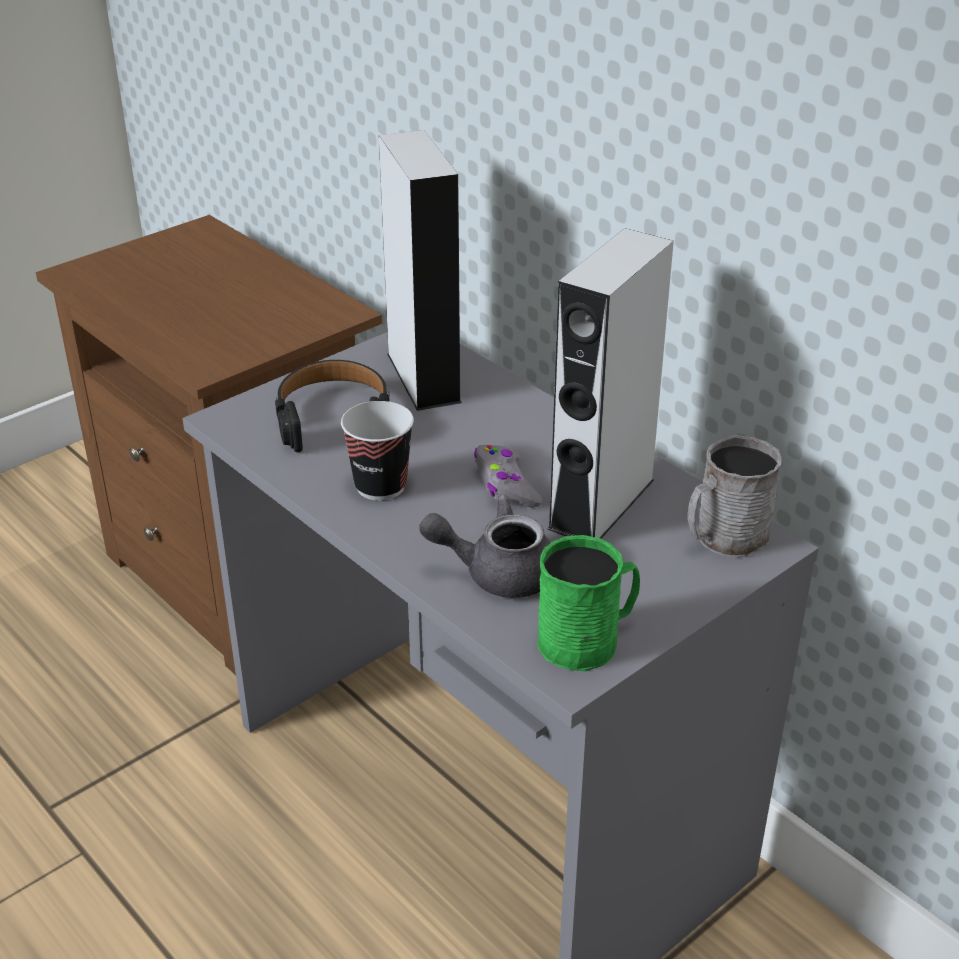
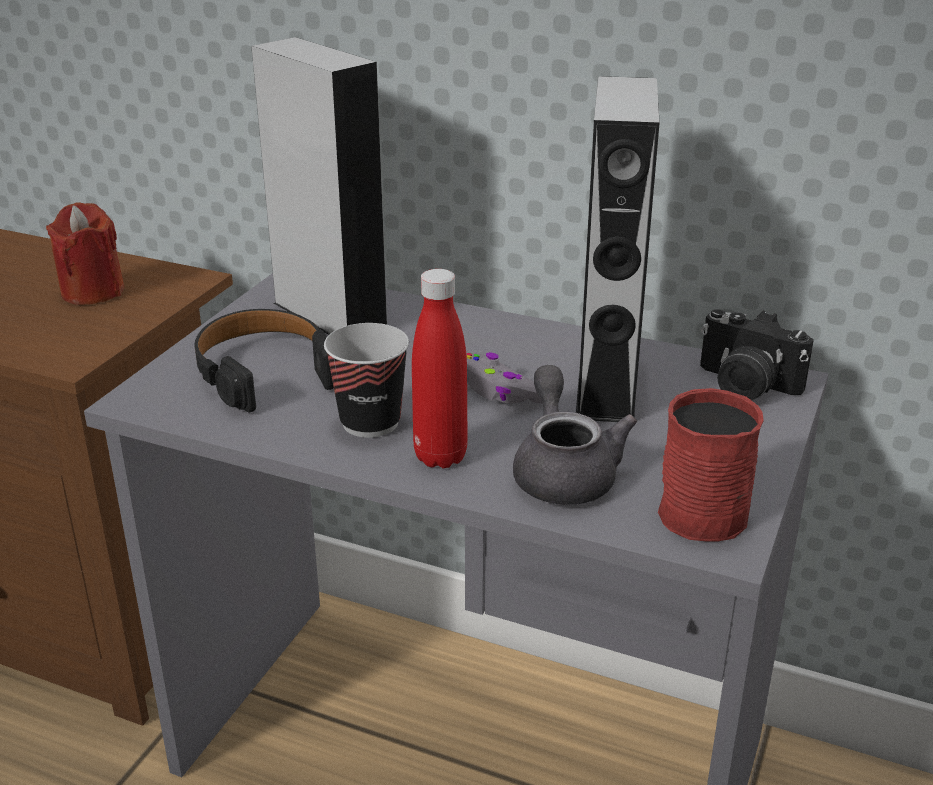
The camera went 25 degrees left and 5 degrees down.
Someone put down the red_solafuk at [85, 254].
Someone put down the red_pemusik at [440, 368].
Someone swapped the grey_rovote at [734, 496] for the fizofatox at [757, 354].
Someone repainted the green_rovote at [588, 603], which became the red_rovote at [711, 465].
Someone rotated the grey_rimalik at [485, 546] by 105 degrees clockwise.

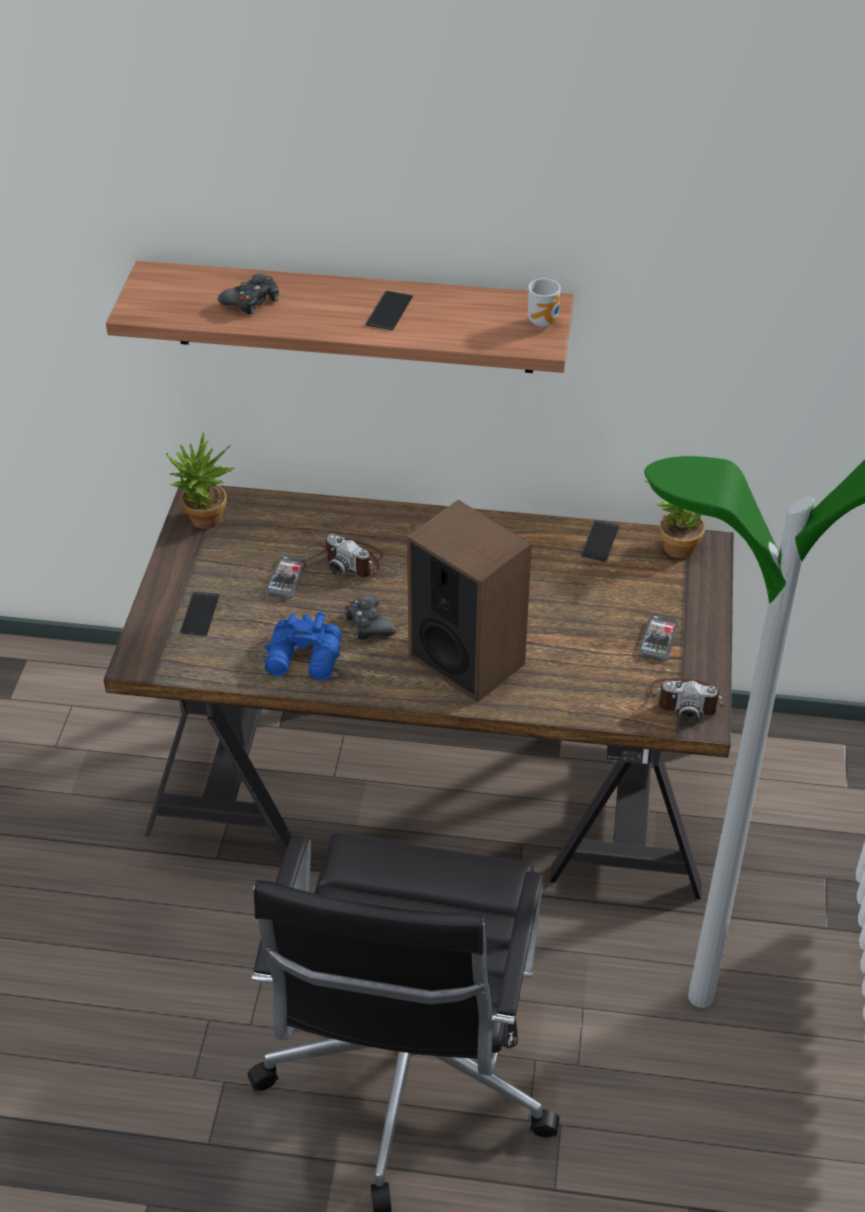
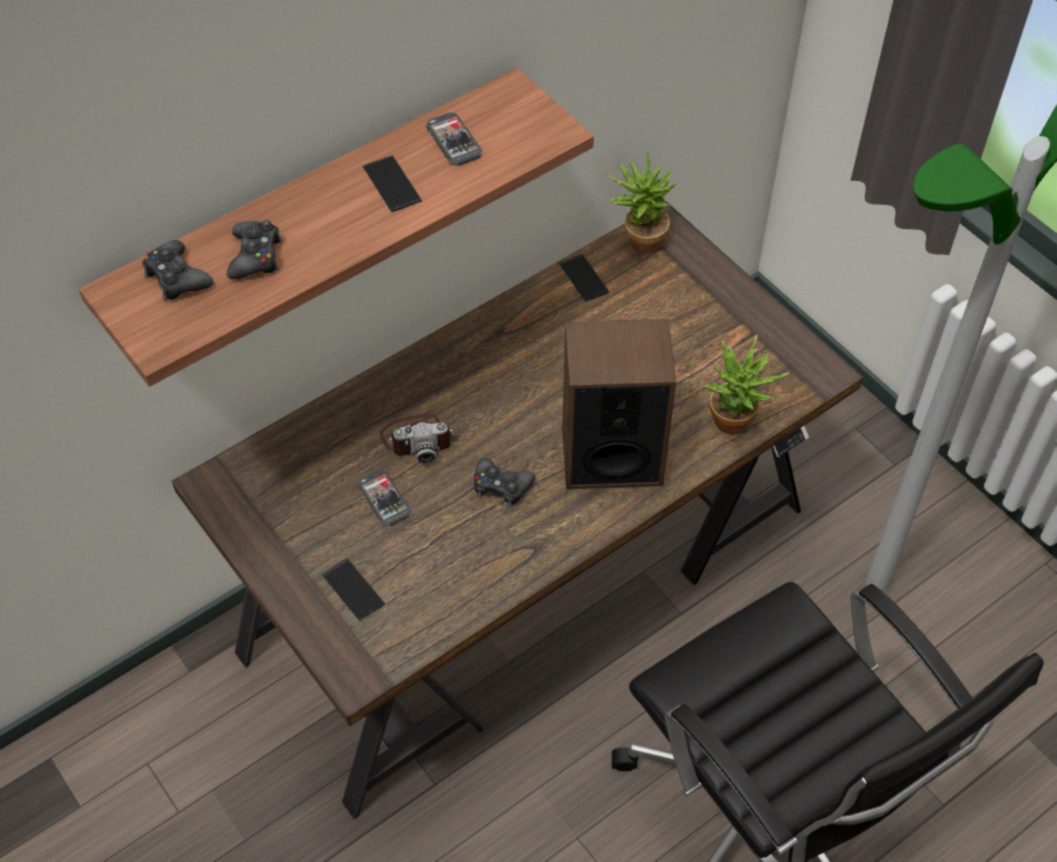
The camera went 45 degrees left and 10 degrees up.
Someone took away the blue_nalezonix at [302, 646].
Someone took away the rovote at [544, 302].
Someone took away the fizofatox at [686, 700].
Someone put down the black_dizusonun at [178, 270].
Someone carried the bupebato from [200, 480] to [746, 385].
Someone carried the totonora from [658, 638] to [454, 139].

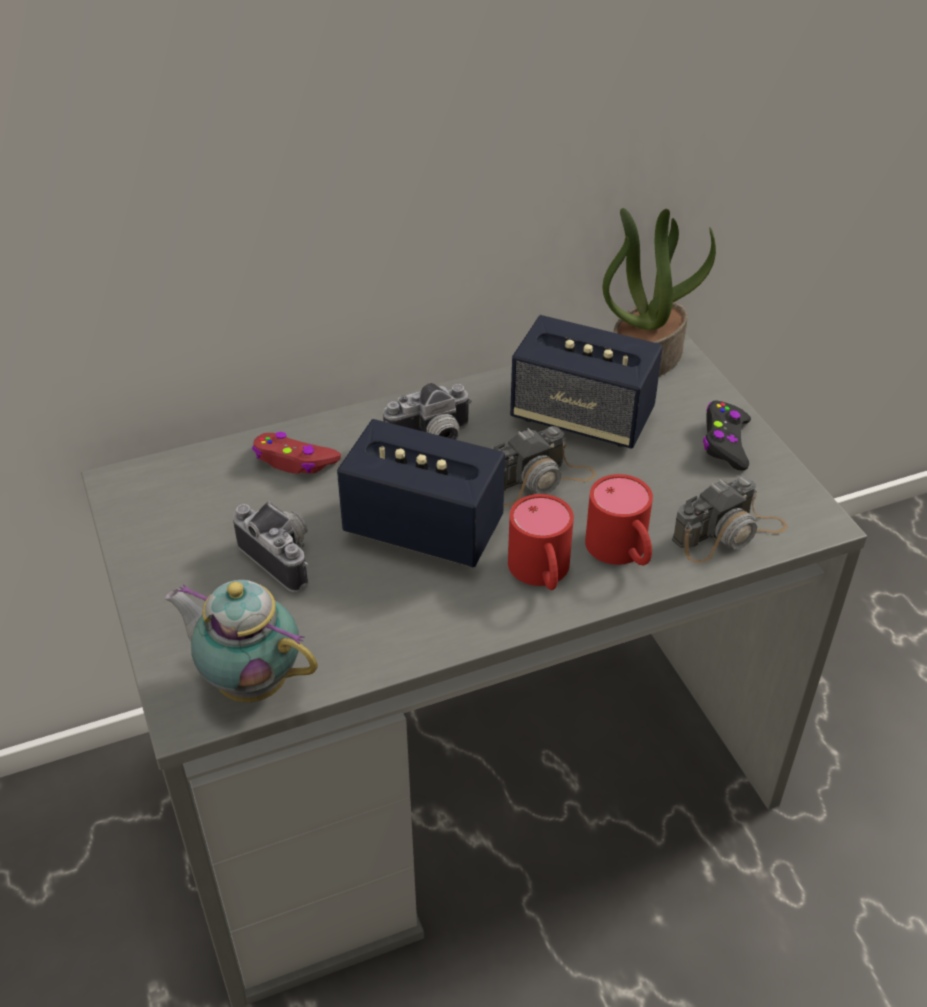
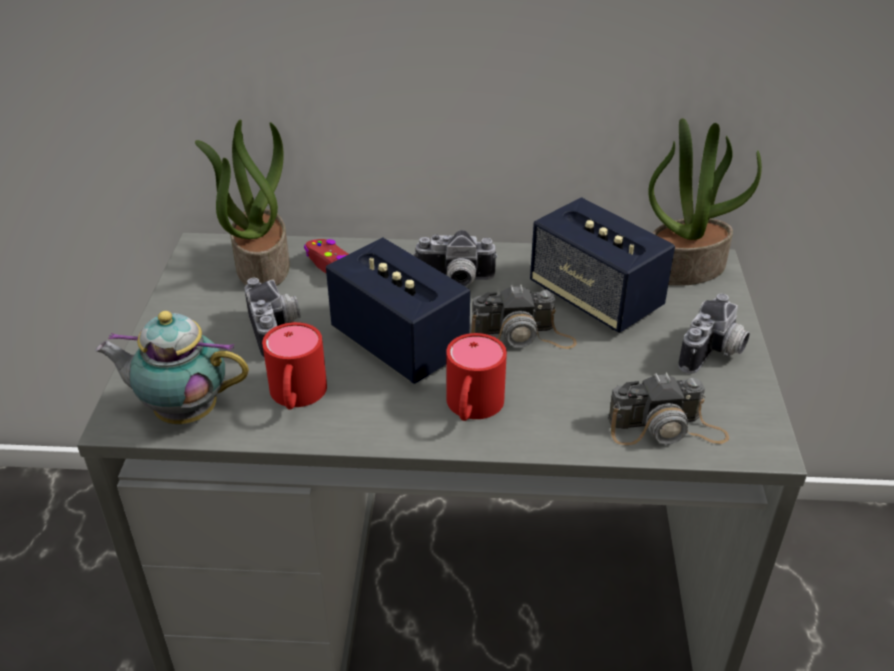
The camera went 25 degrees right and 5 degrees down.
Someone put down the bupebato at [242, 202].
Someone carried the red_rovote from [619, 519] to [294, 366].
Someone swapped the black_dizusonun at [727, 435] for the fizofatox at [714, 334].
Someone rotated the rimalik at [241, 641] by 45 degrees counterclockwise.

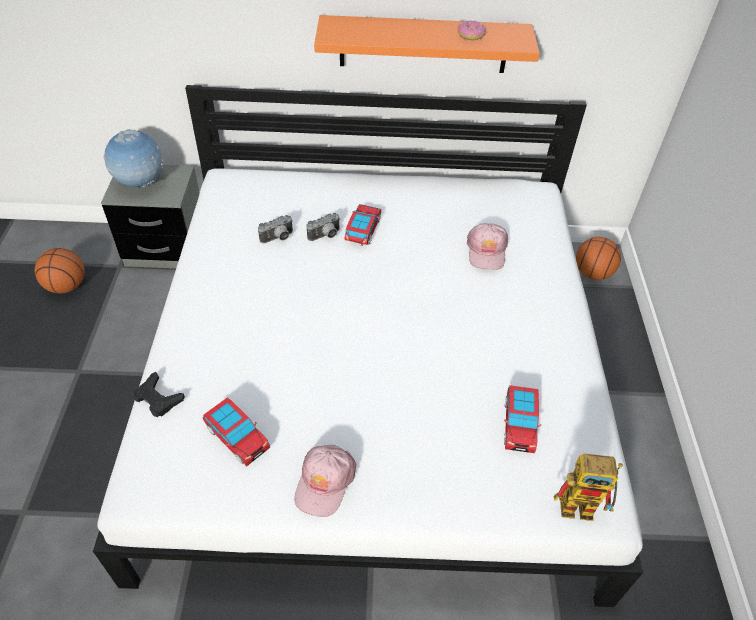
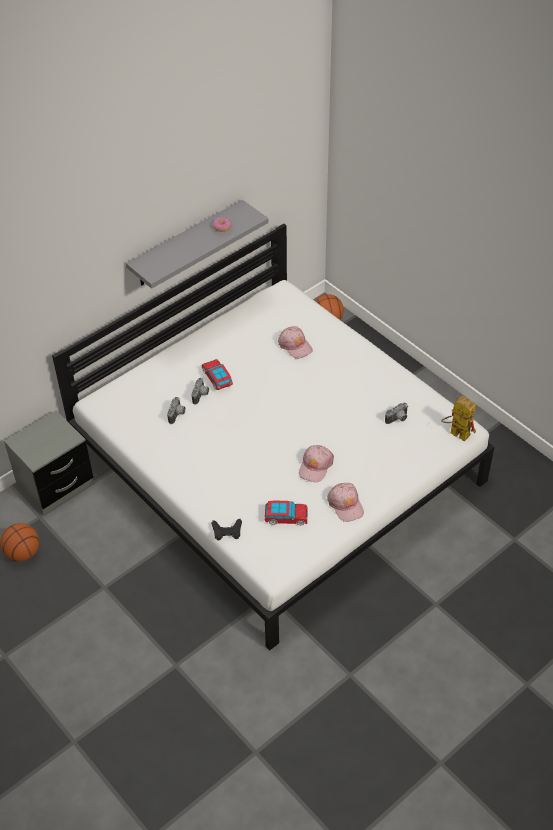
The camera went 40 degrees left and 0 degrees up.
Someone took away the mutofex at [133, 158].
Someone put down the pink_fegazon at [316, 463].
Someone swapped the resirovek at [522, 419] for the fizofatox at [396, 413].
Someone repainted the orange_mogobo at [427, 44], which became the grey_mogobo at [197, 244].
Someone rotated the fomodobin at [588, 487] by 105 degrees counterclockwise.

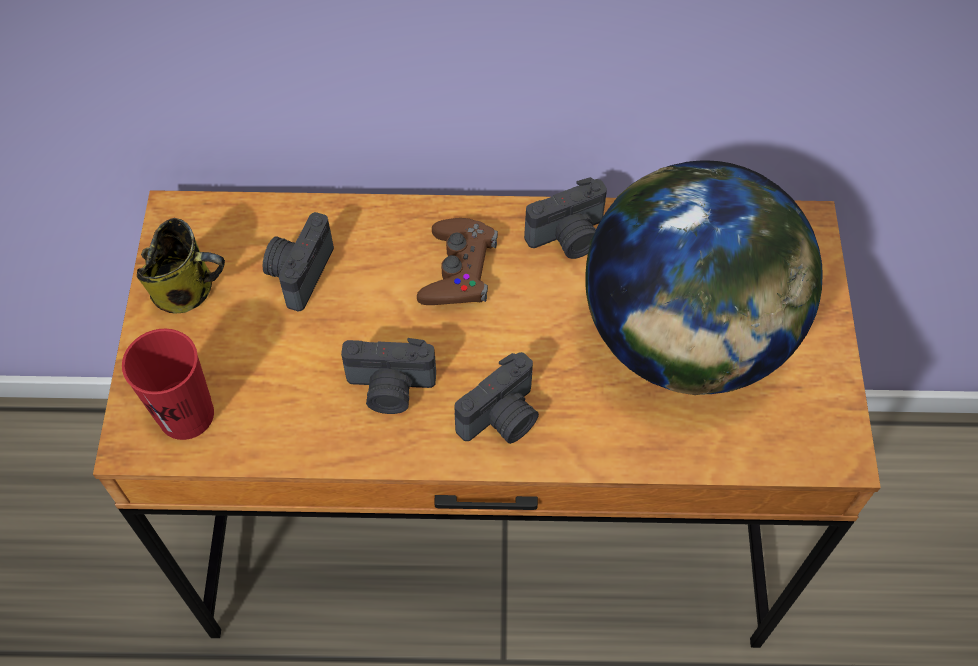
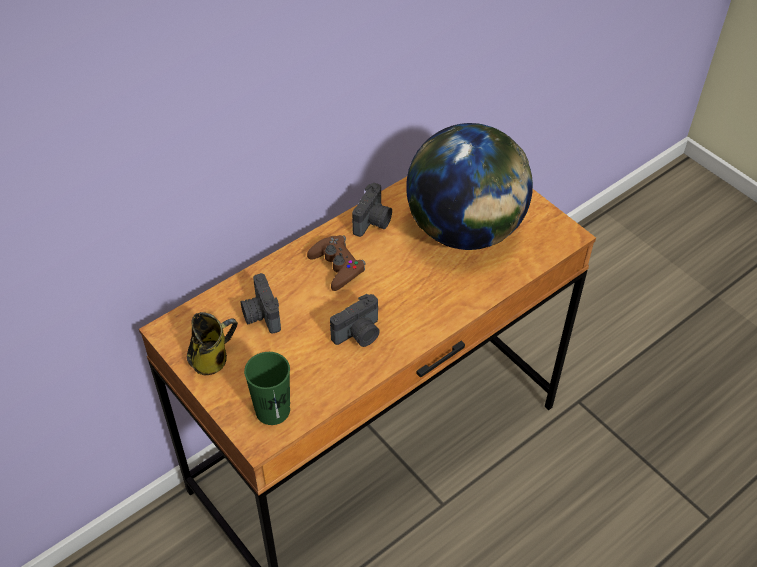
The camera went 40 degrees left and 10 degrees down.
Someone took away the fizofatox at [496, 398].
Someone repainted the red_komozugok at [168, 384], which became the green_komozugok at [267, 388].

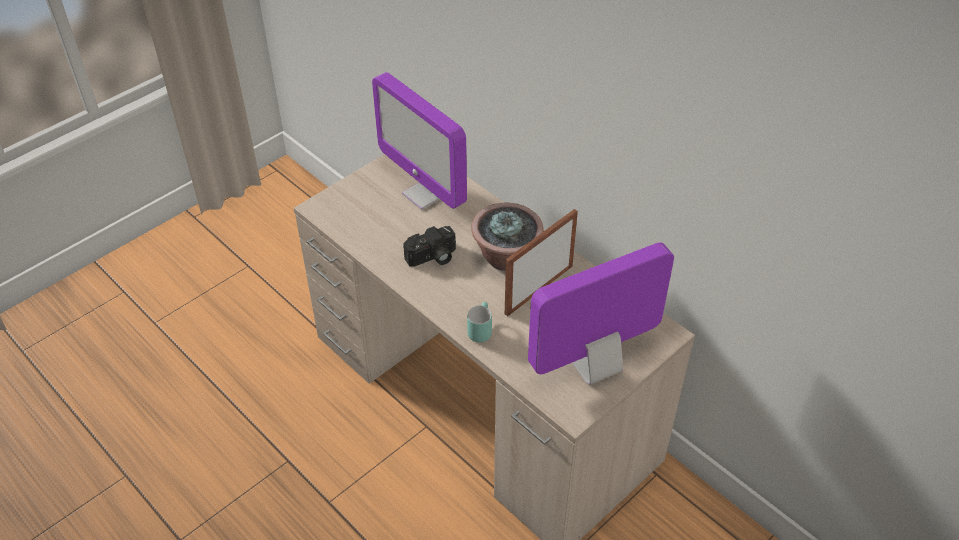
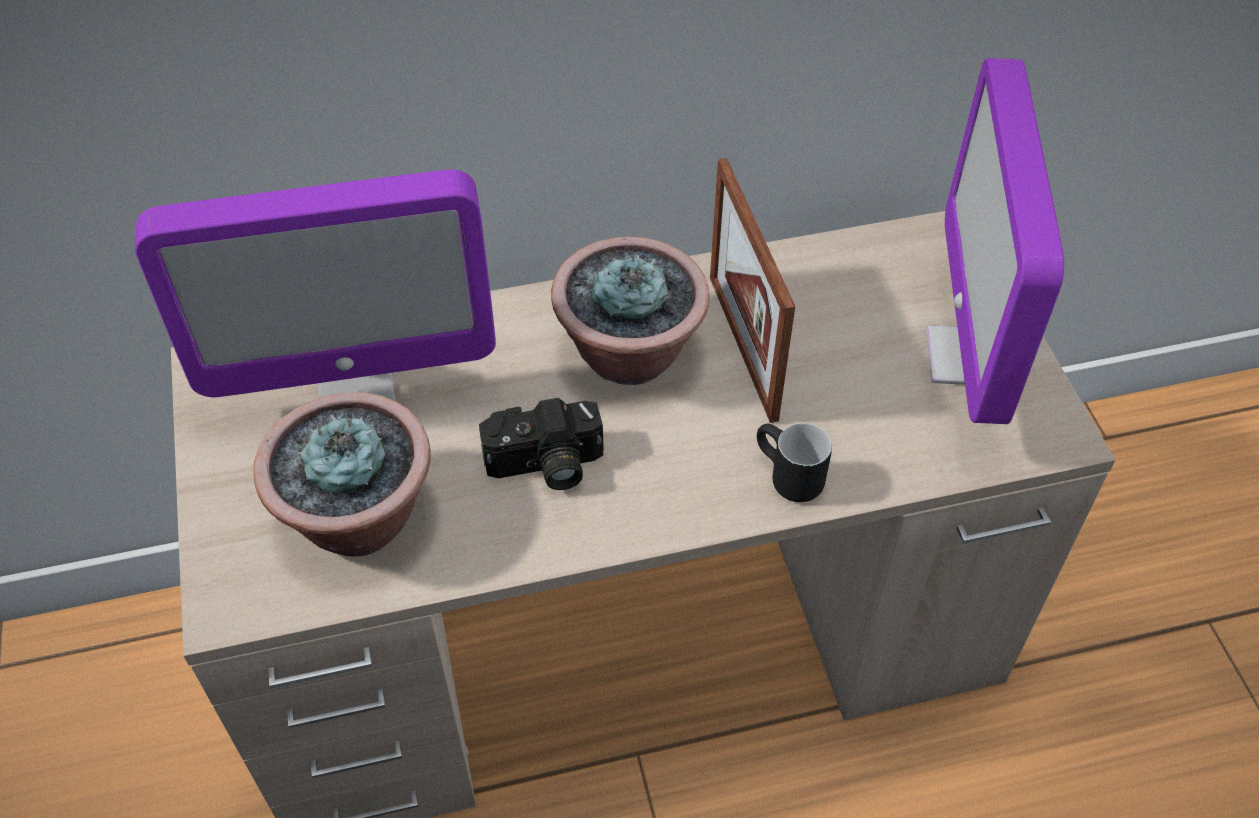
The camera went 60 degrees left and 5 degrees up.
Someone put down the bupebato at [342, 474].
Someone repainted the turquoise_rovote at [479, 322], which became the black_rovote at [794, 462].
Someone rotated the fizofatox at [429, 246] by 75 degrees clockwise.

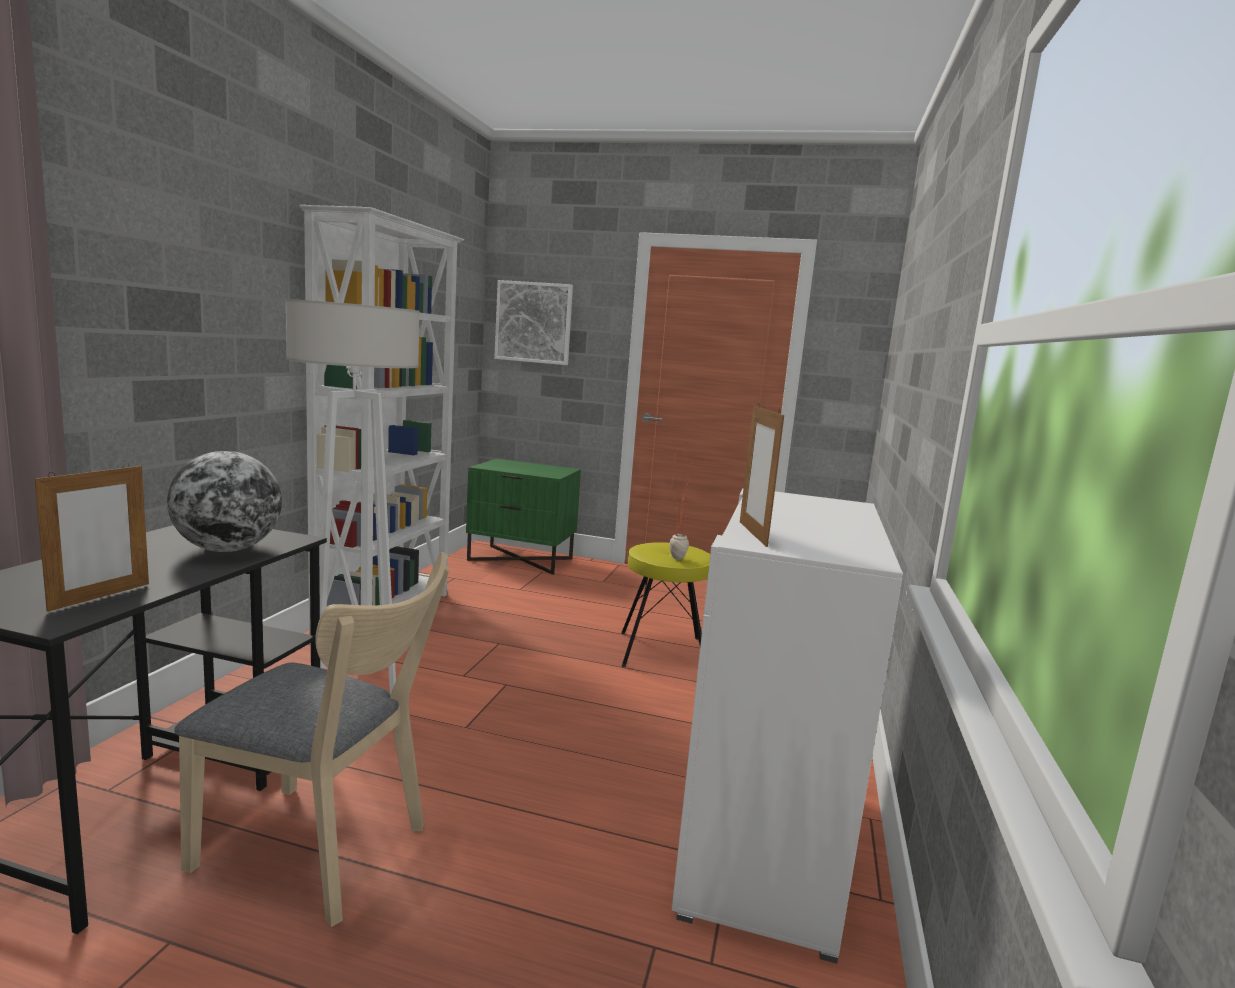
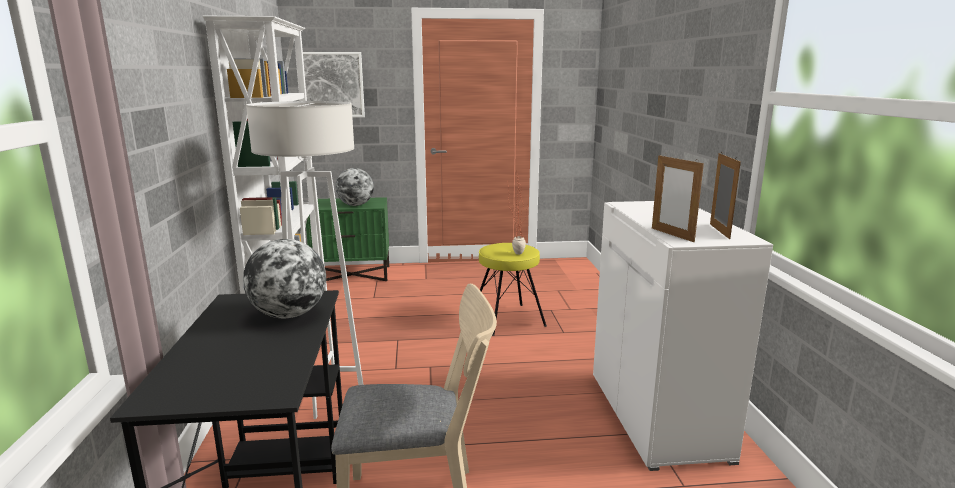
The camera went 20 degrees left and 5 degrees up.
Someone put down the mutofex at [354, 187].
Someone carried the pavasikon from [92, 537] to [725, 196].

